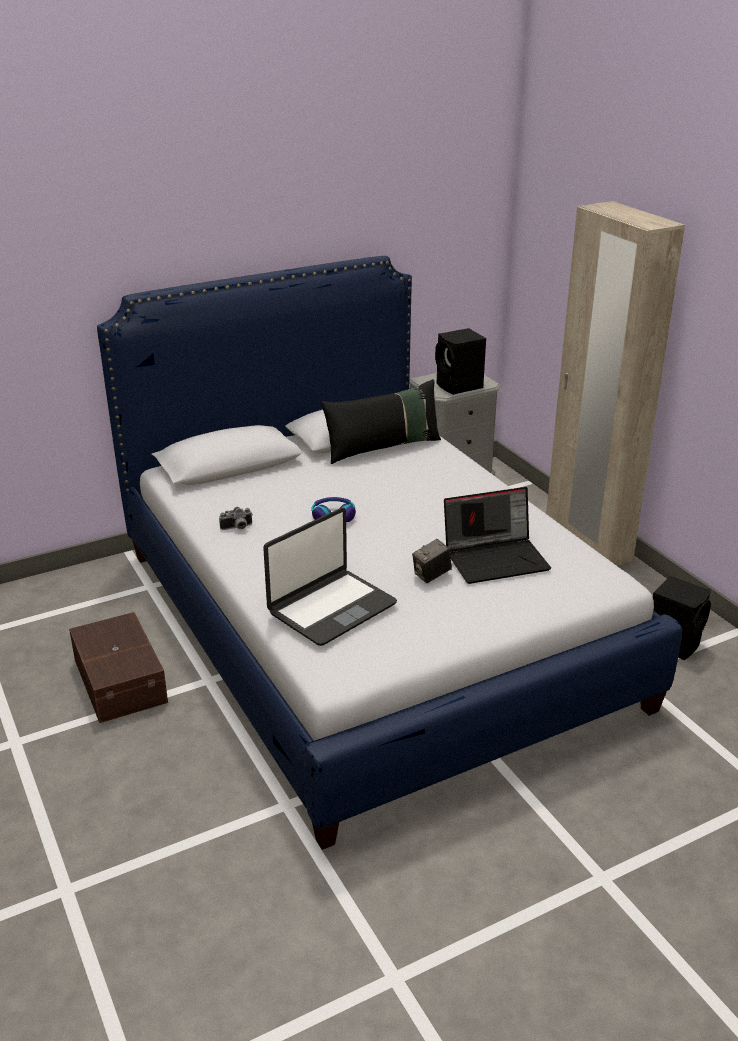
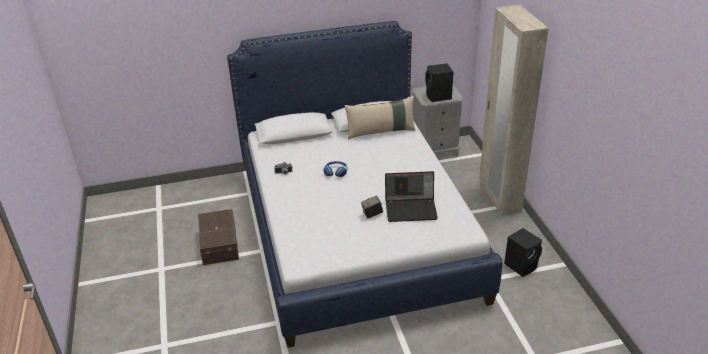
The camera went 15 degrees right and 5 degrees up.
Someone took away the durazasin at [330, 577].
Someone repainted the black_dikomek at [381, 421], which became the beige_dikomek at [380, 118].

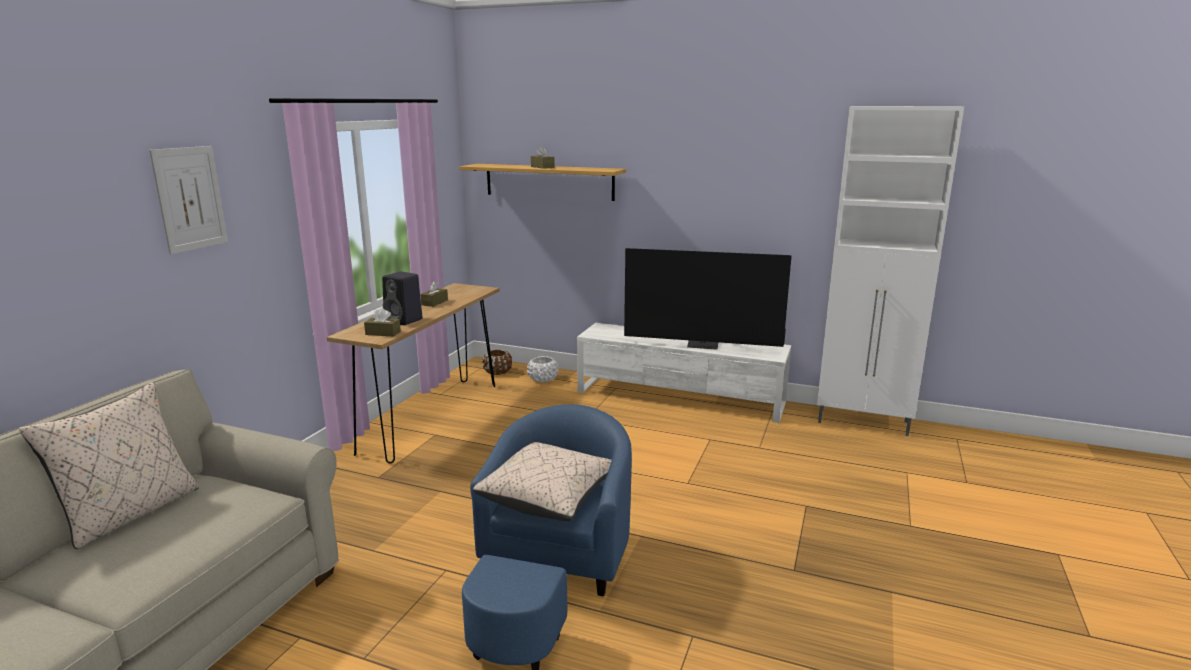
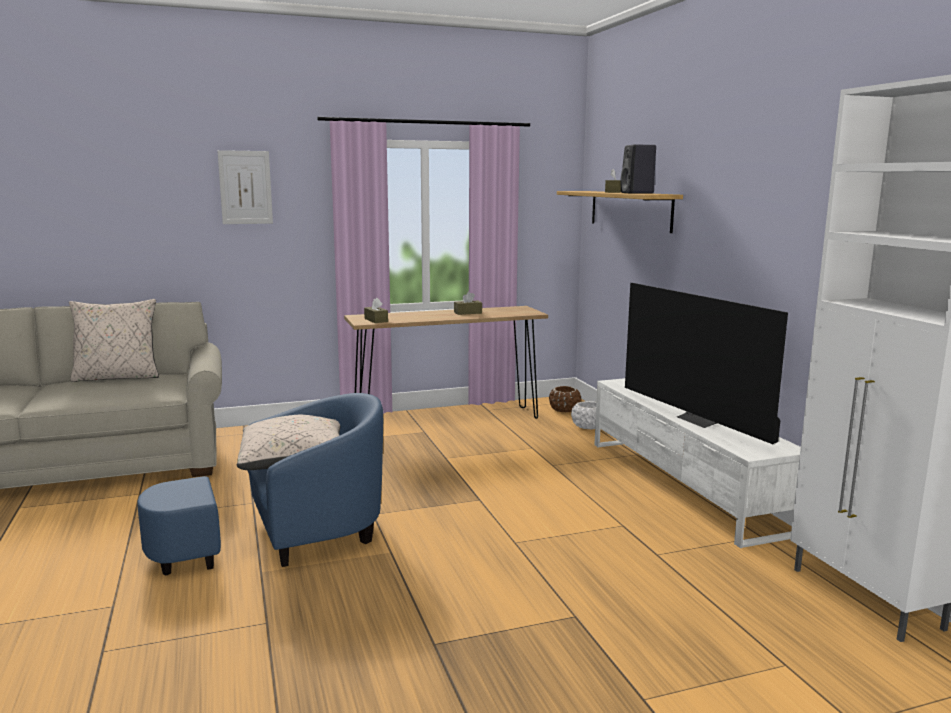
The camera went 50 degrees right and 5 degrees down.
Someone carried the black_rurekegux from [402, 298] to [638, 169].

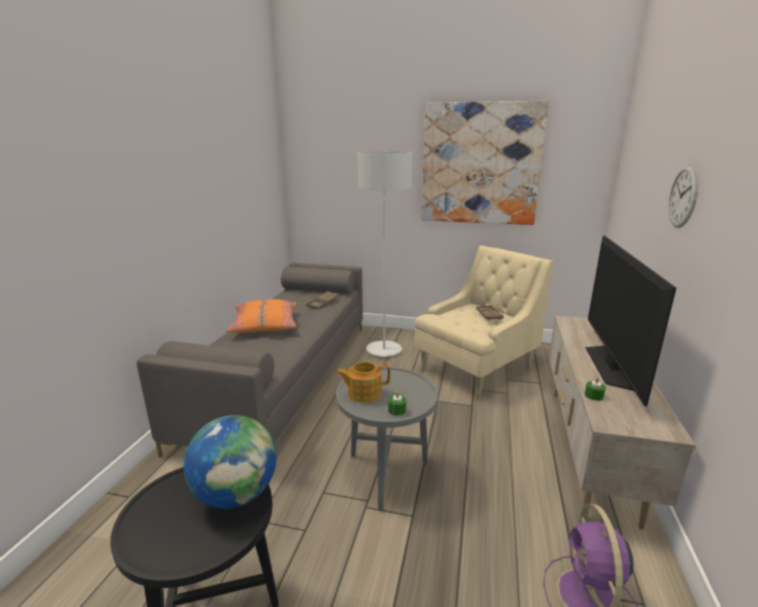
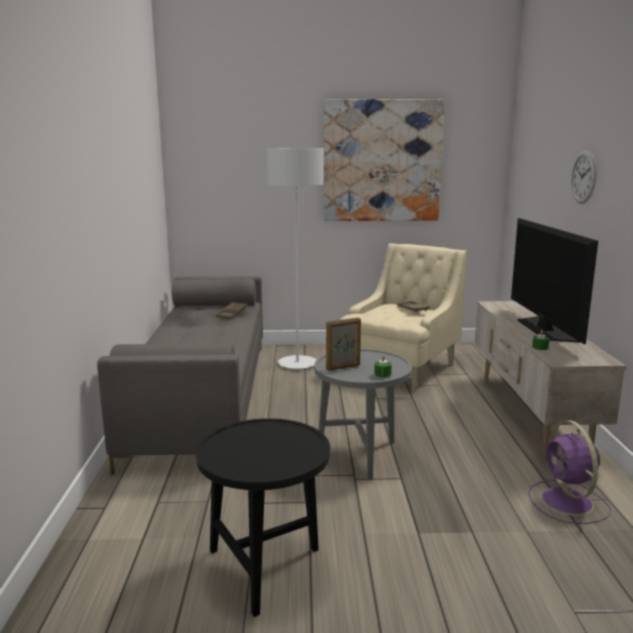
The camera went 15 degrees left and 5 degrees down.
Someone took away the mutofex at [230, 462].
Someone took away the orange_dikomek at [261, 316].
Someone swapped the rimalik at [363, 382] for the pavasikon at [343, 344].

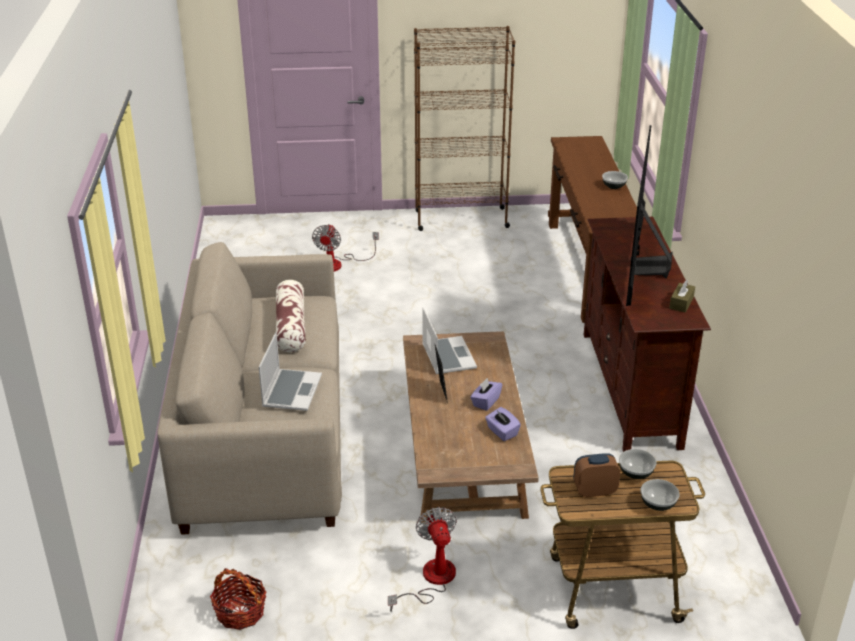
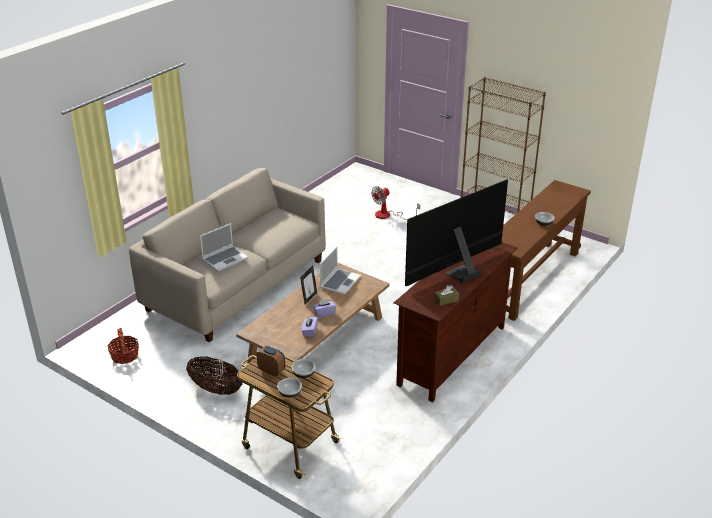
The camera went 40 degrees right and 0 degrees up.
Someone took away the dikomek at [291, 316].
Someone swapped the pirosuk at [422, 559] for the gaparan at [214, 375].

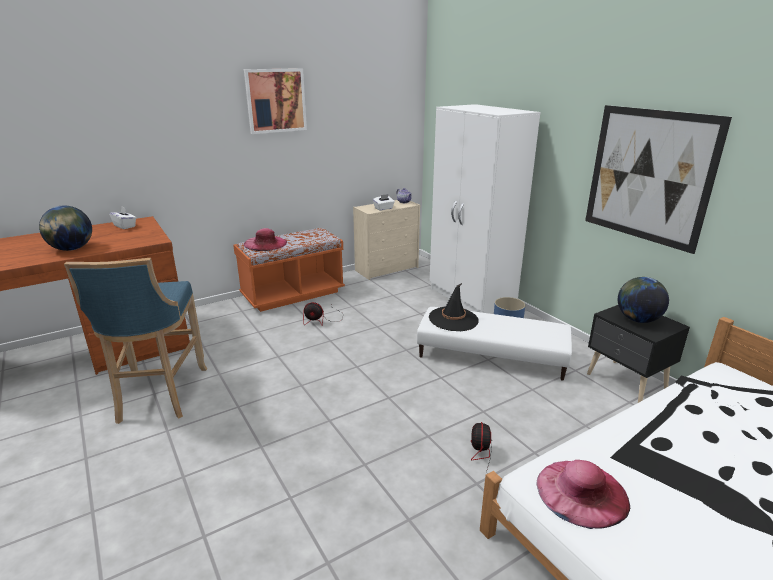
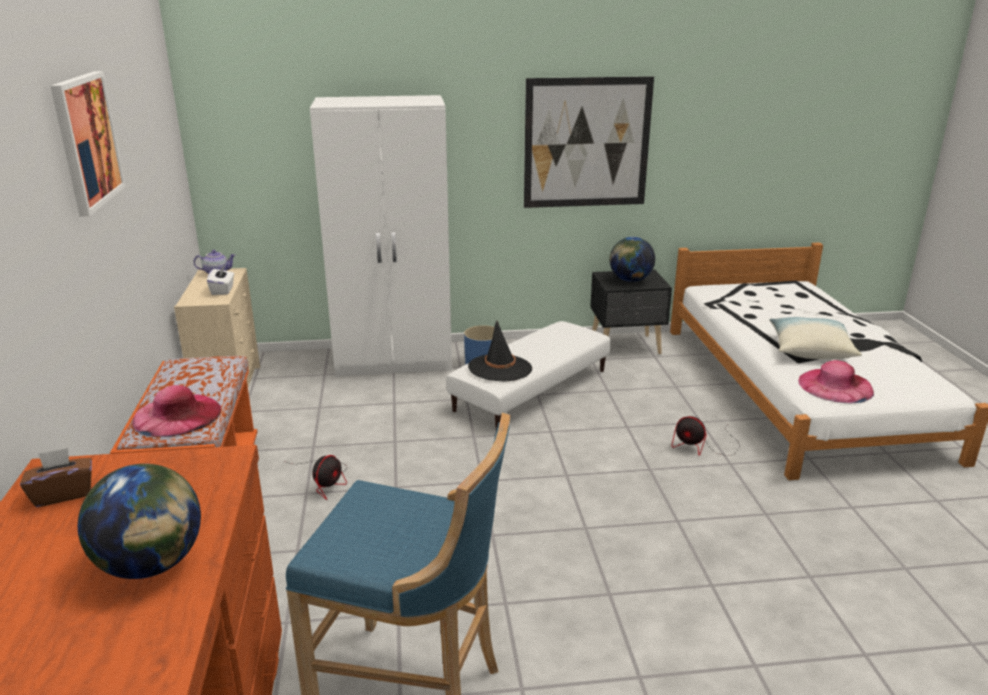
The camera went 65 degrees left and 0 degrees up.
Someone put down the dikomek at [815, 338].
Someone repainted the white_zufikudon at [122, 218], which became the brown_zufikudon at [56, 477].

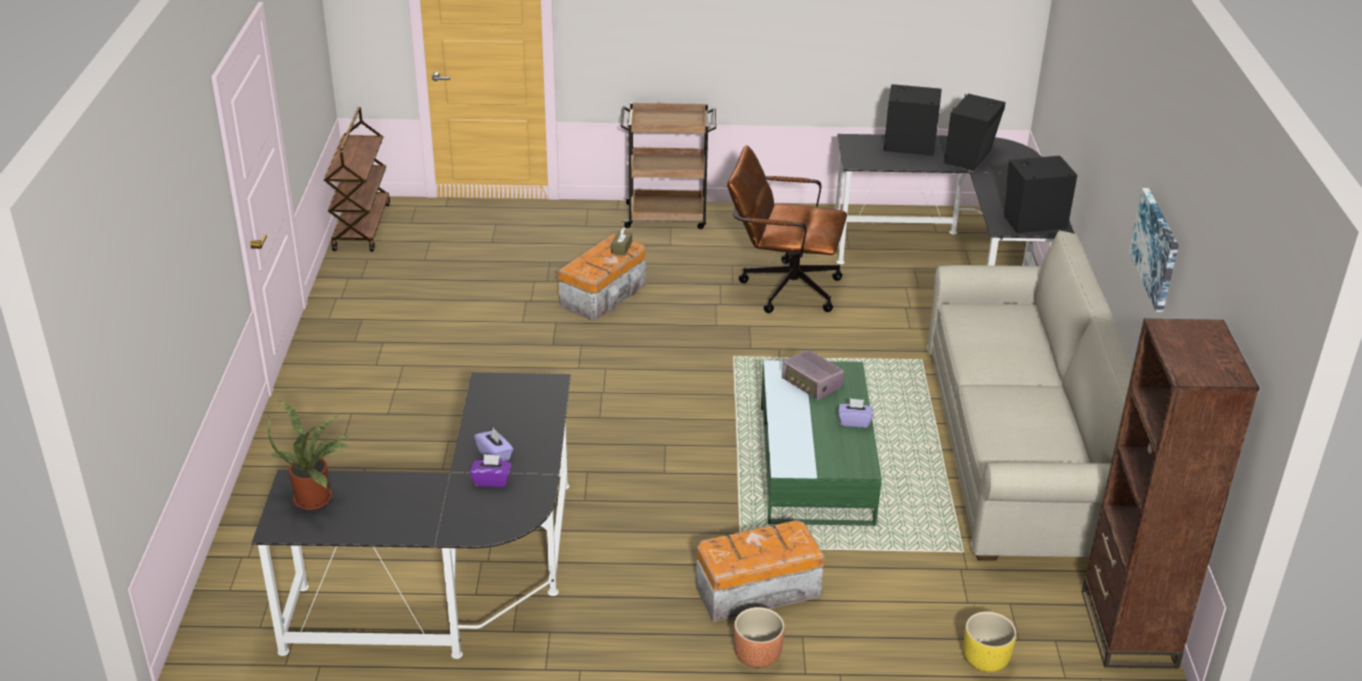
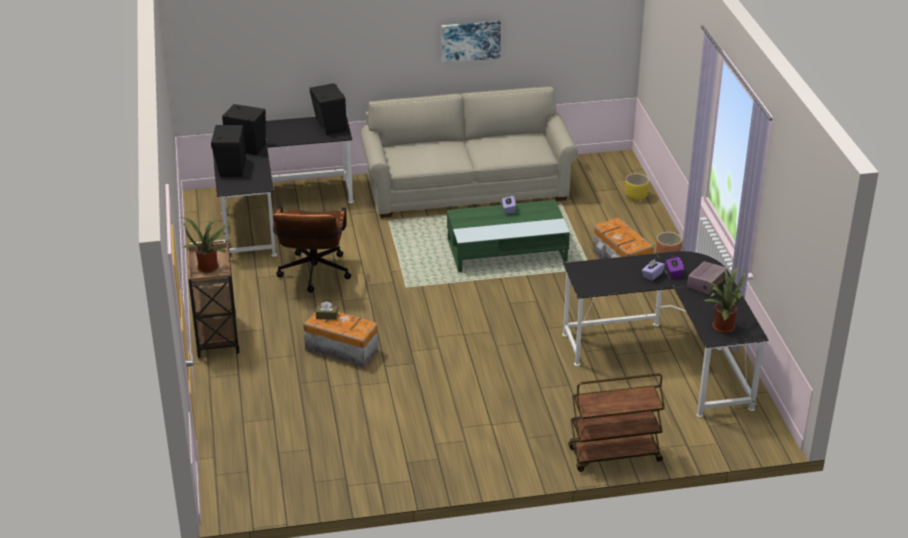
The camera went 100 degrees left and 0 degrees up.
Someone took away the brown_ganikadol at [1170, 493].
Someone put down the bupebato at [205, 245].
Someone carried the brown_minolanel from [357, 179] to [616, 422].
Someone carried the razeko from [813, 375] to [707, 278].

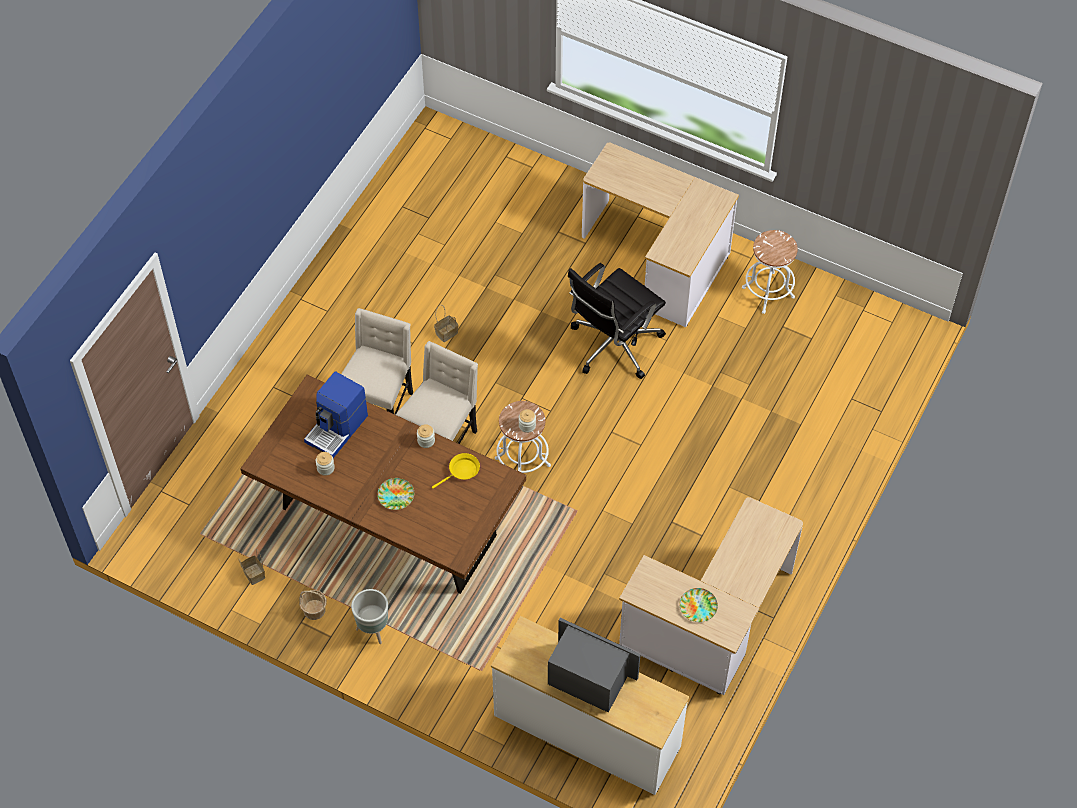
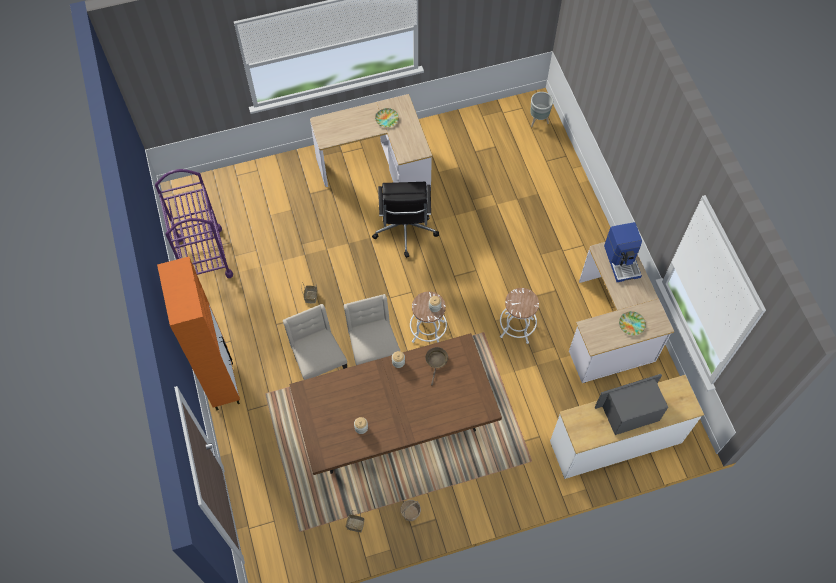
The camera went 45 degrees left and 5 degrees up.
Someone put down the purple_minolanel at [194, 223].
Someone put down the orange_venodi at [198, 333].
Someone carried the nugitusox from [336, 414] to [623, 252].
Someone carried the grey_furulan from [369, 616] to [541, 109].
Someone carried the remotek from [395, 494] to [387, 118].
Someone carried the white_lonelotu from [770, 272] to [519, 316].
Someone repainted the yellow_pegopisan at [456, 471], which became the brown_pegopisan at [436, 366].

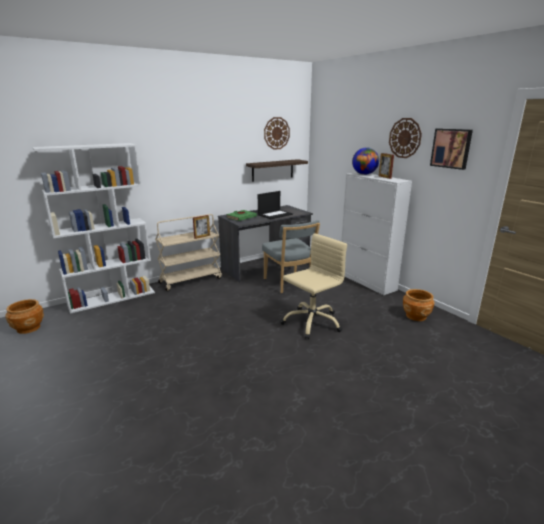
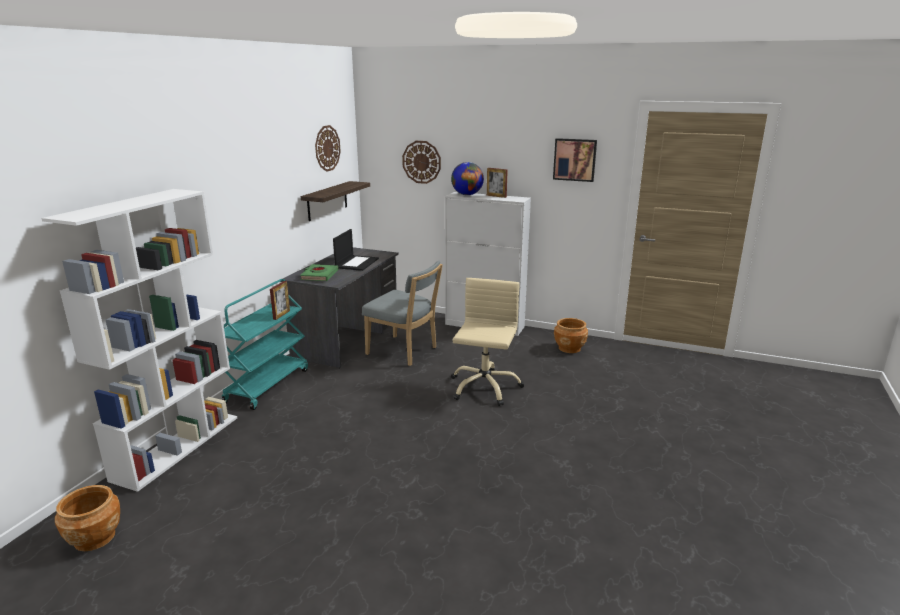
The camera went 35 degrees left and 0 degrees up.
Someone carried the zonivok from [405, 138] to [421, 162].
Someone repainted the beige_minolanel at [188, 252], which became the turquoise_minolanel at [264, 344].

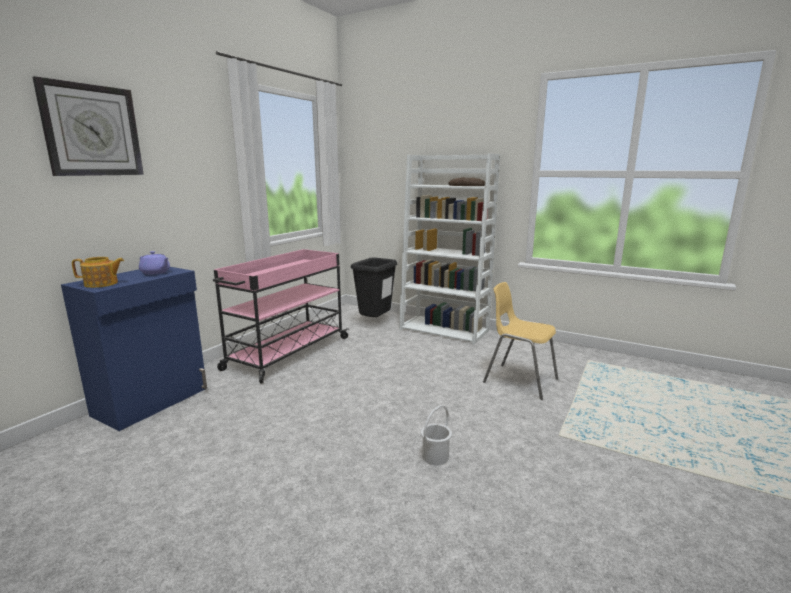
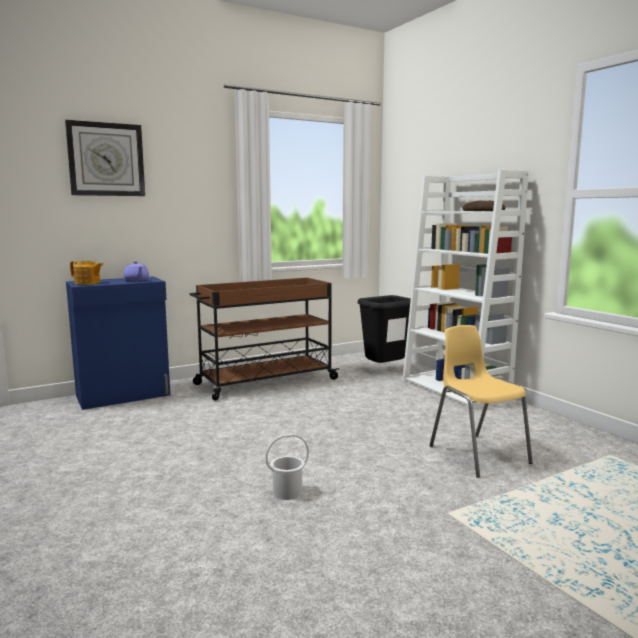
The camera went 30 degrees right and 5 degrees down.
Someone repainted the pink_minolanel at [281, 316], which became the brown_minolanel at [265, 339].

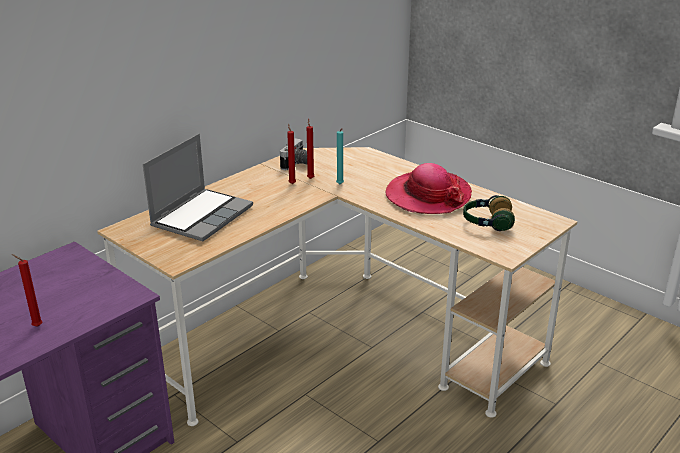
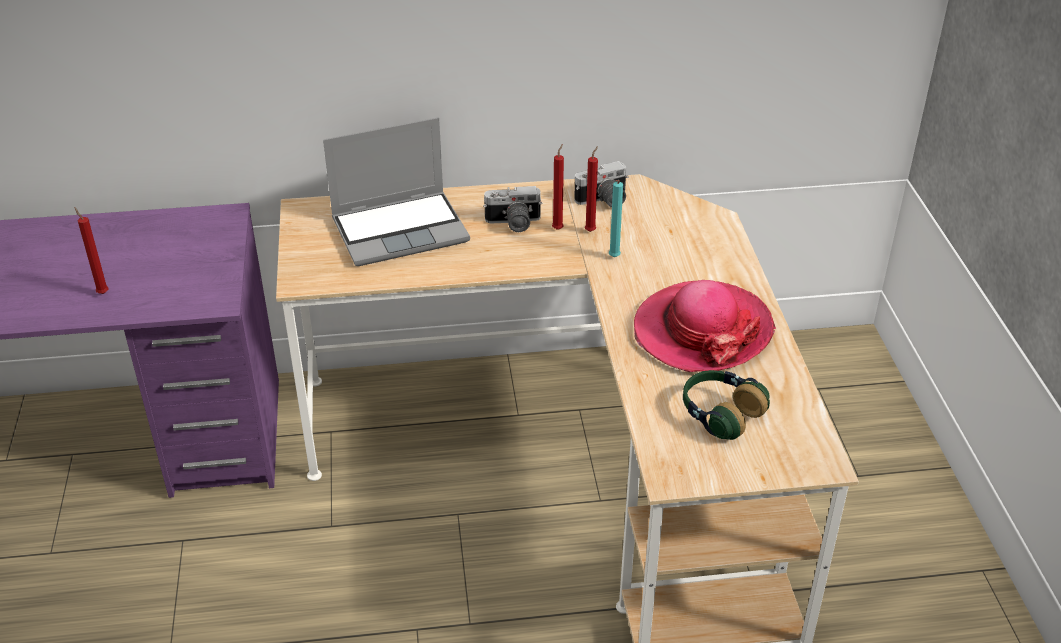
The camera went 40 degrees right and 10 degrees up.
Someone put down the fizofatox at [513, 209].

